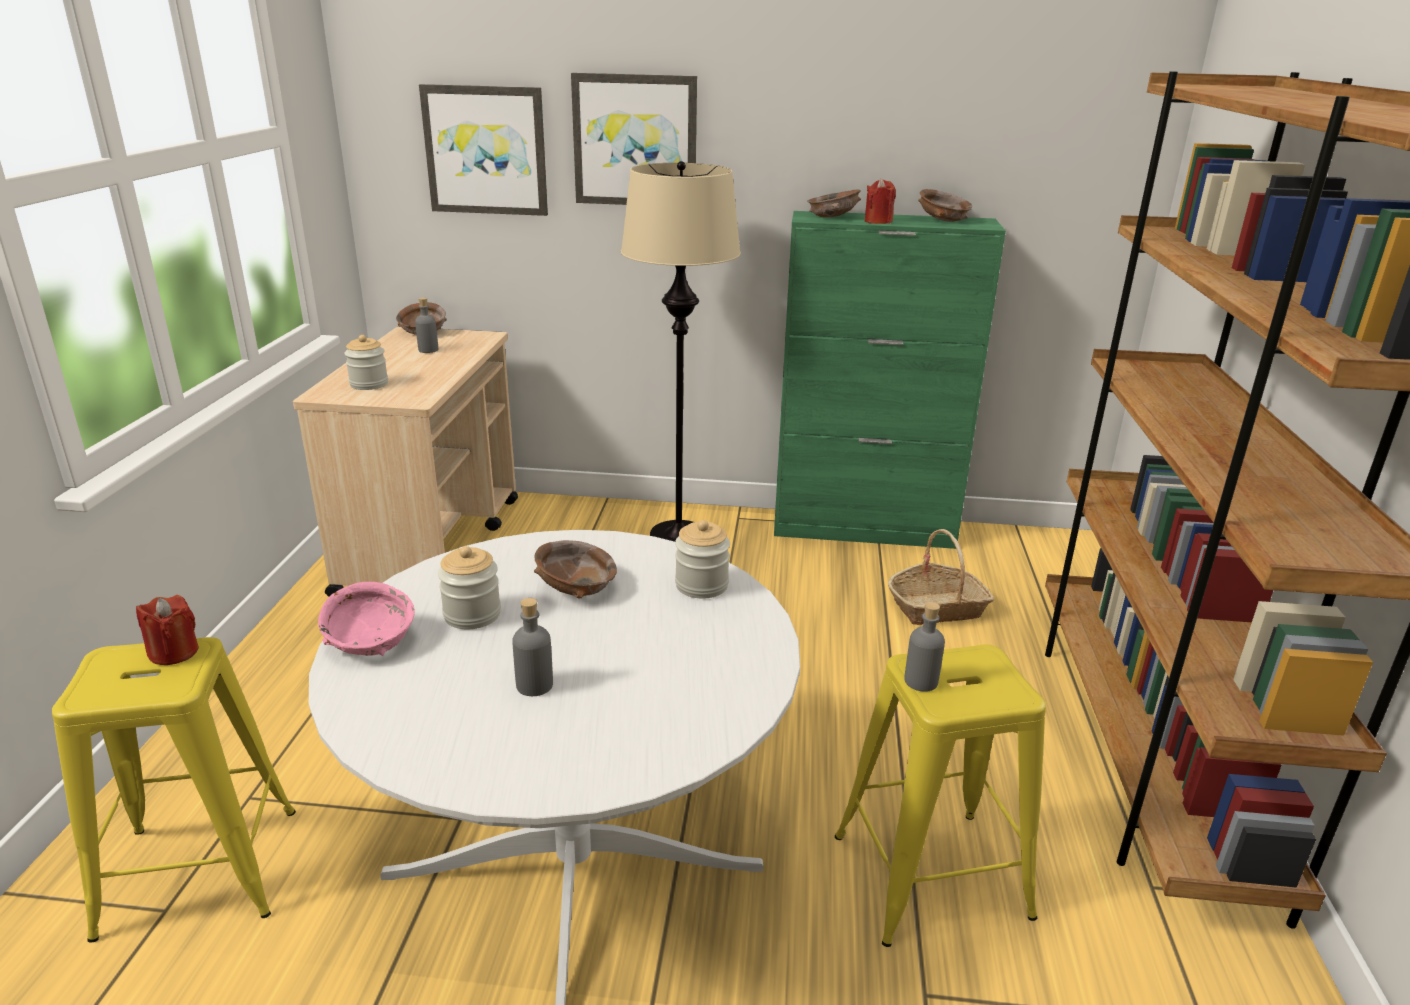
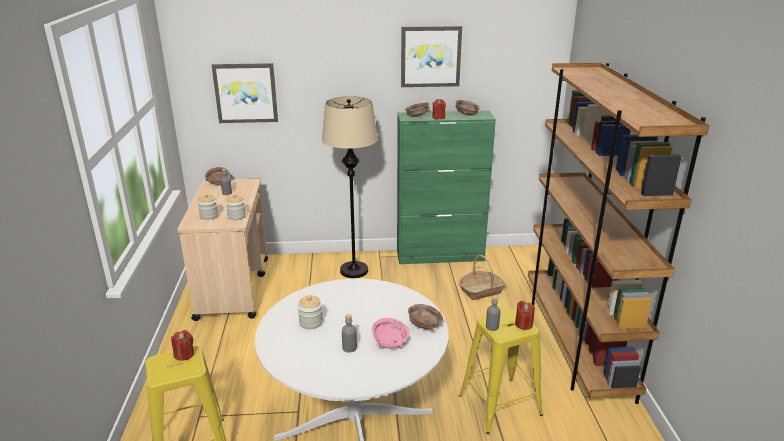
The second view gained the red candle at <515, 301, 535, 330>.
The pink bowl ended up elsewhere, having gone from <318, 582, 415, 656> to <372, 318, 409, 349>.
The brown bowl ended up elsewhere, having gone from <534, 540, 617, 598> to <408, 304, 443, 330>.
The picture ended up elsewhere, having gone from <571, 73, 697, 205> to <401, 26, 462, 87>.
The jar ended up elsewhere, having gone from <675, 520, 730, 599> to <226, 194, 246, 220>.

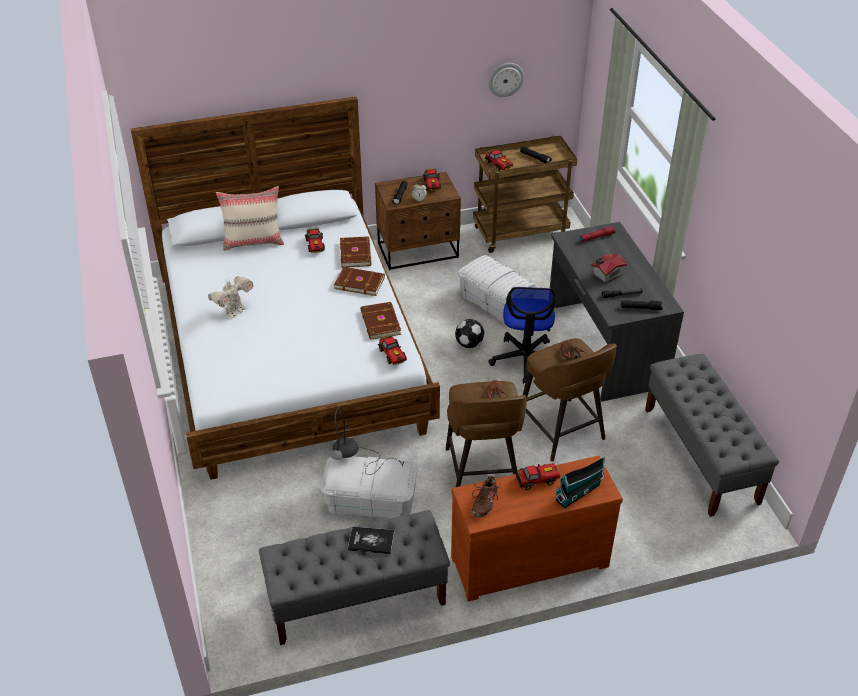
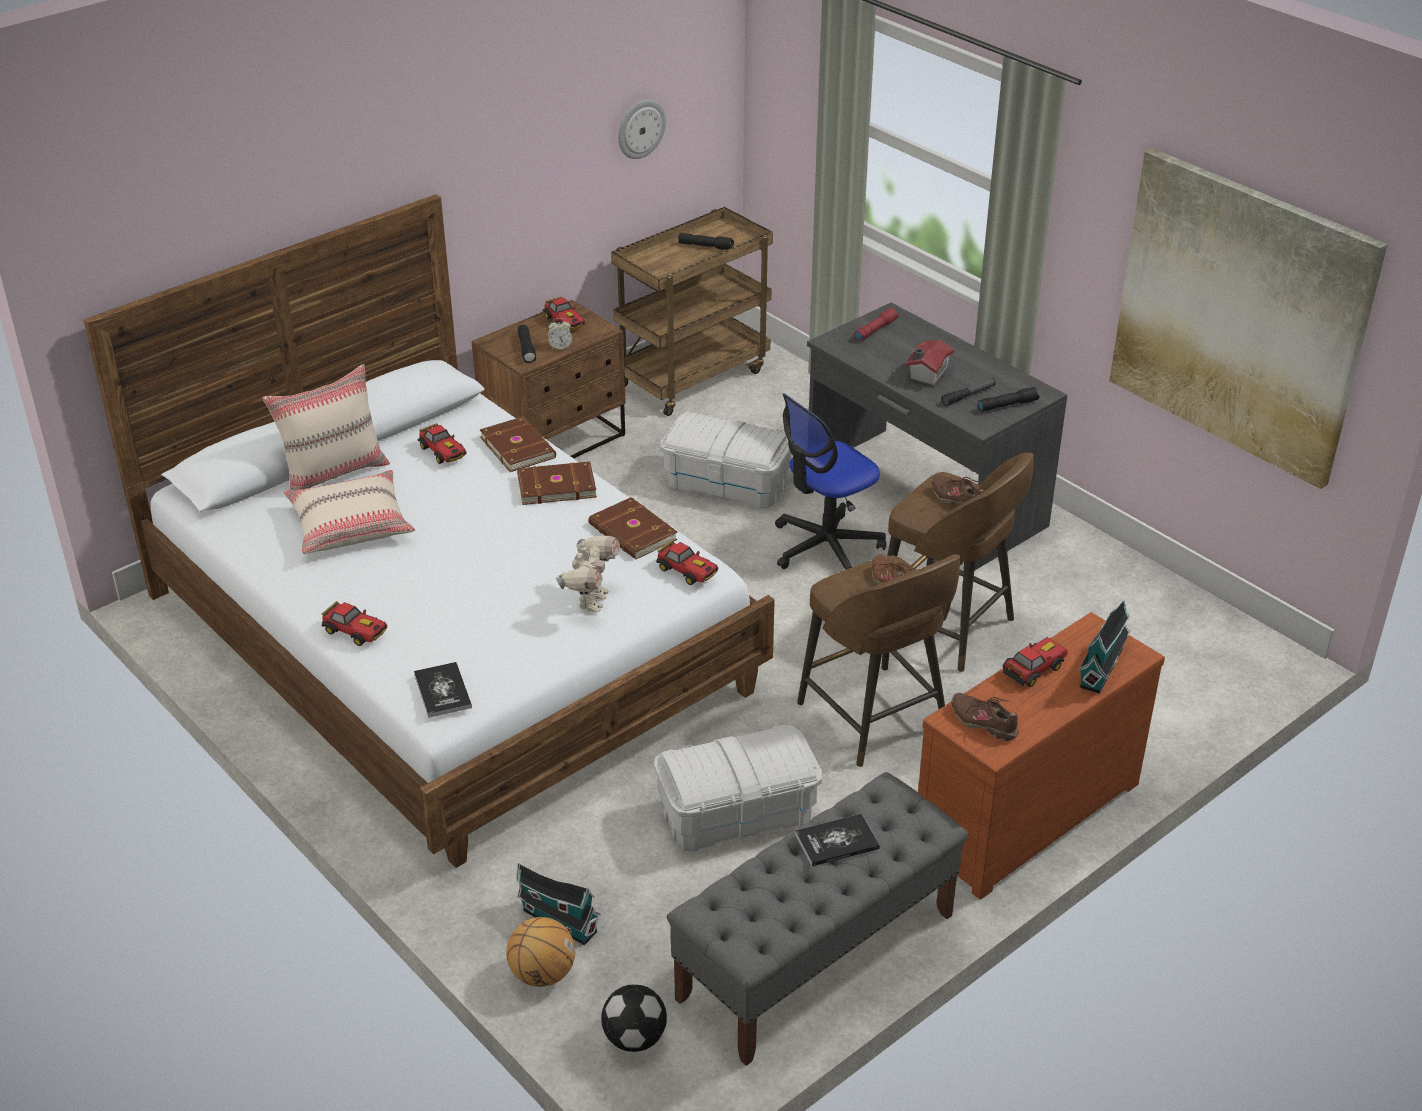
The second view lost the grey table lamp at <329, 406, 404, 475>.
The second view lost the grey bench at <645, 354, 779, 517>.
The second view gained the beige pillow at <284, 470, 415, 554>.
The second view gained the book at <414, 662, 472, 718>.
The second view gained the basketball at <506, 917, 575, 987>.
The second view gained the toy house at <517, 863, 601, 945>.
The second view gained the picture at <1109, 148, 1388, 489>.
The toy robot ended up elsewhere, having gone from <208, 276, 253, 318> to <556, 536, 620, 613>.
The football ended up elsewhere, having gone from <455, 319, 484, 348> to <601, 984, 667, 1052>.
The toy car ended up elsewhere, having gone from <485, 149, 513, 171> to <322, 601, 387, 646>.
The brown shoe at <471, 475, 500, 517> ended up facing another way, 135 degrees clockwise from before.
The office chair at <488, 287, 557, 384> ended up facing another way, 75 degrees clockwise from before.

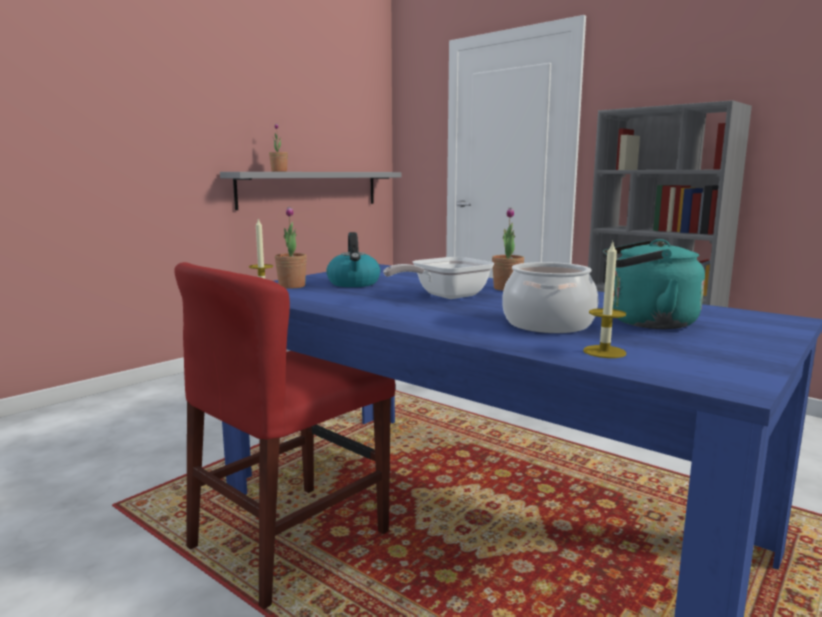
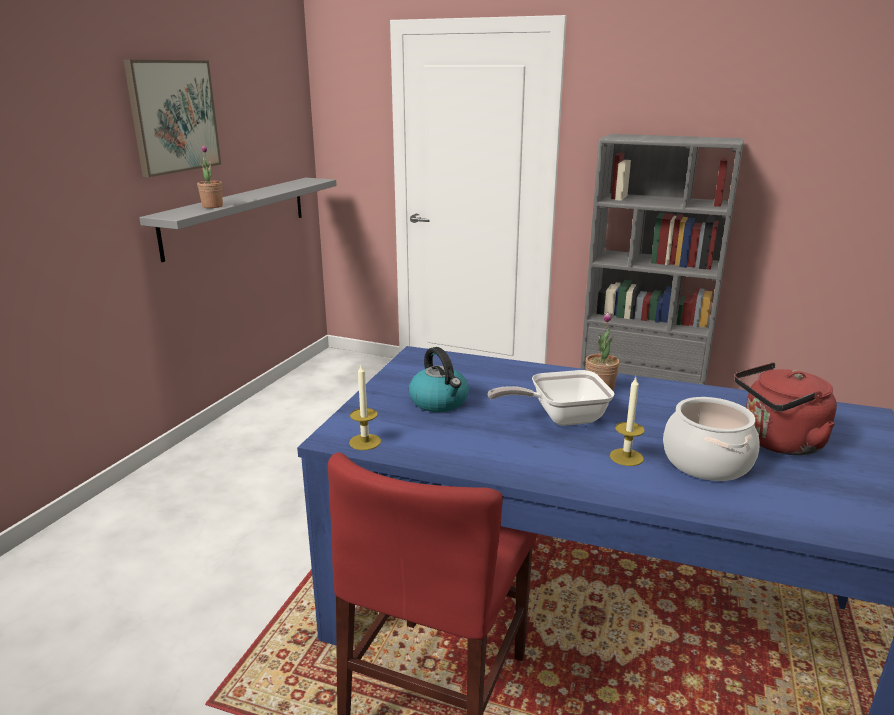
The second view lost the potted plant at <275, 207, 307, 288>.
The second view gained the picture at <123, 60, 221, 177>.
The candle ended up elsewhere, having gone from <583, 240, 626, 358> to <610, 377, 645, 466>.
What was the turquoise kettle at <603, 239, 705, 329> turned into the red kettle at <735, 363, 837, 455>.
The frying pan at <383, 257, 494, 299> ended up facing another way, 45 degrees clockwise from before.

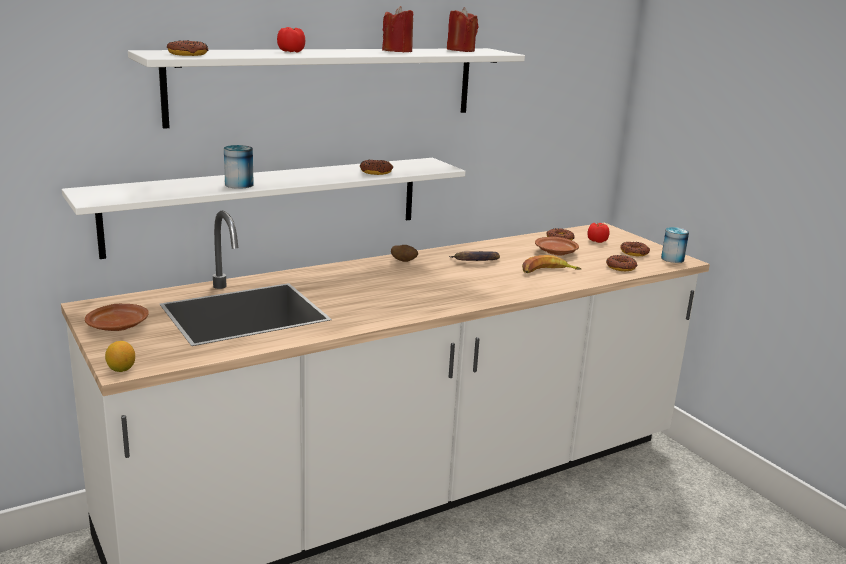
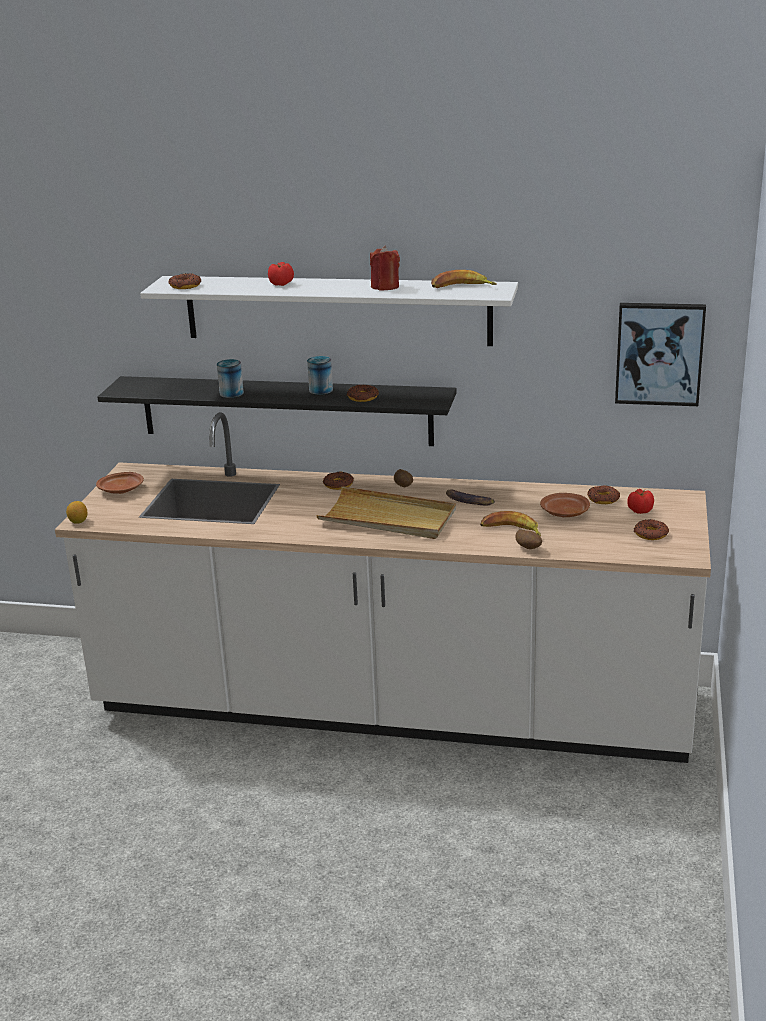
The second view gained the beige tray at <316, 486, 456, 539>.
The second view gained the potato at <515, 530, 542, 549>.
The second view gained the picture at <615, 303, 706, 406>.
The donut ended up elsewhere, having gone from <606, 255, 637, 271> to <323, 472, 354, 490>.
The can ended up elsewhere, having gone from <661, 227, 689, 263> to <307, 356, 333, 395>.
Where the red candle stood at <447, 7, 478, 52>, the banana came to stand at <431, 270, 497, 288>.
What was the white shelf at <62, 158, 465, 259> turned into the black shelf at <97, 376, 457, 446>.

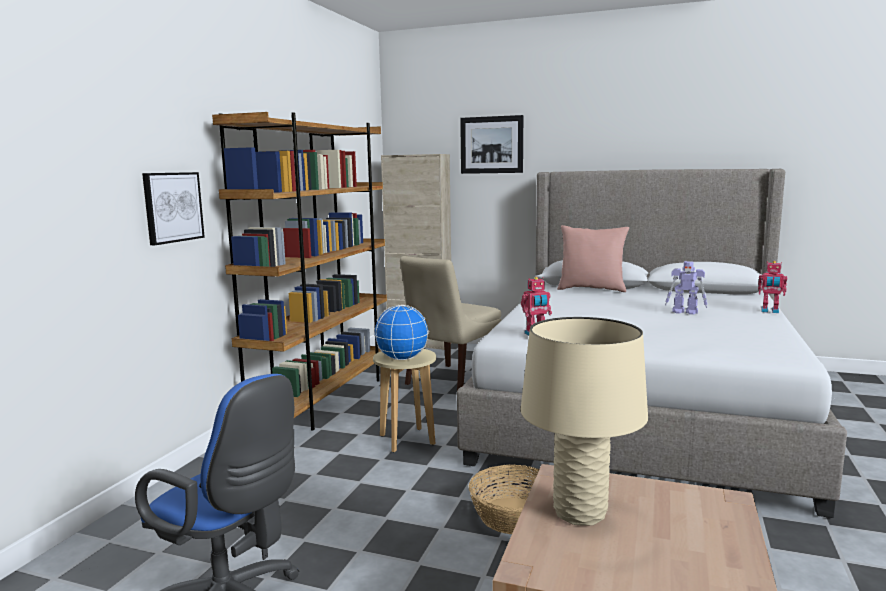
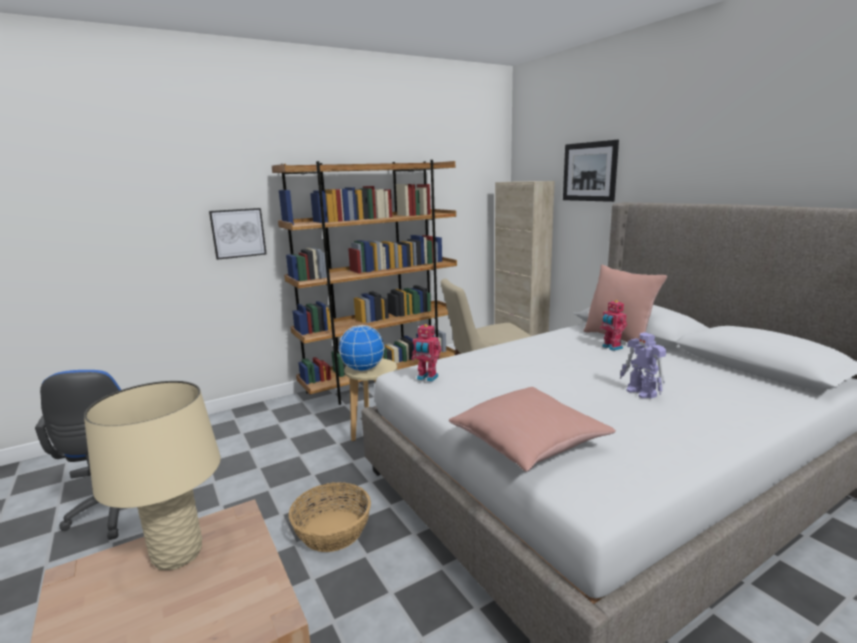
The second view gained the pink pillow at <449, 387, 616, 472>.
The toy robot ended up elsewhere, having gone from <758, 261, 787, 313> to <600, 300, 627, 351>.

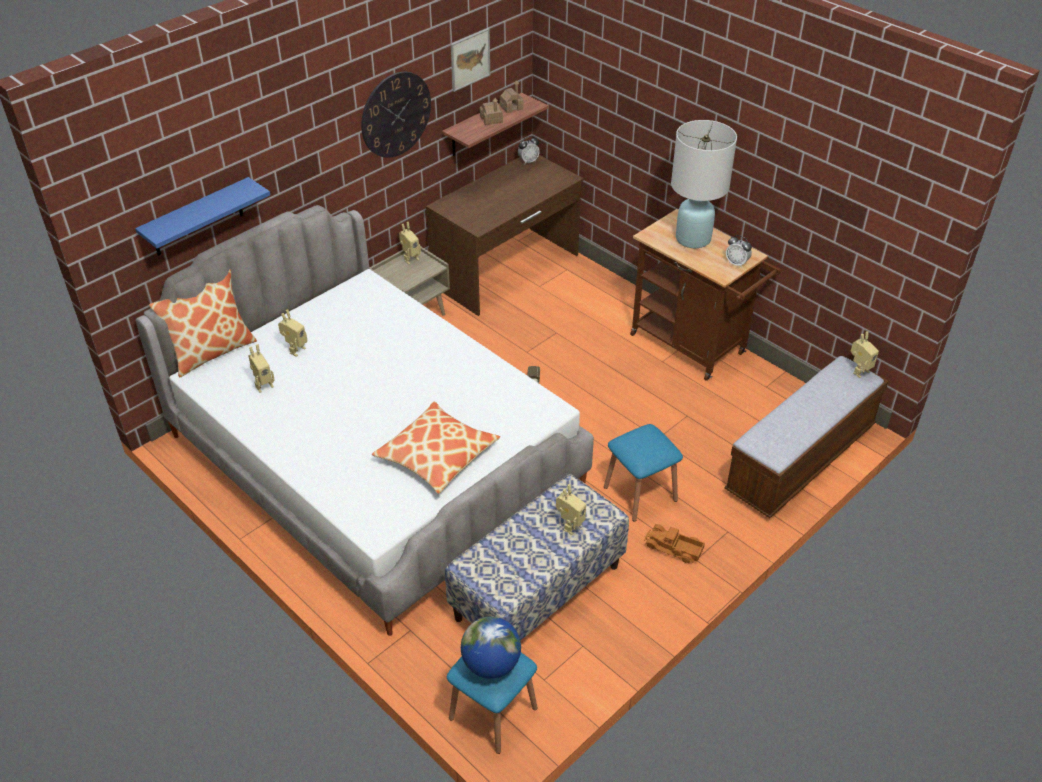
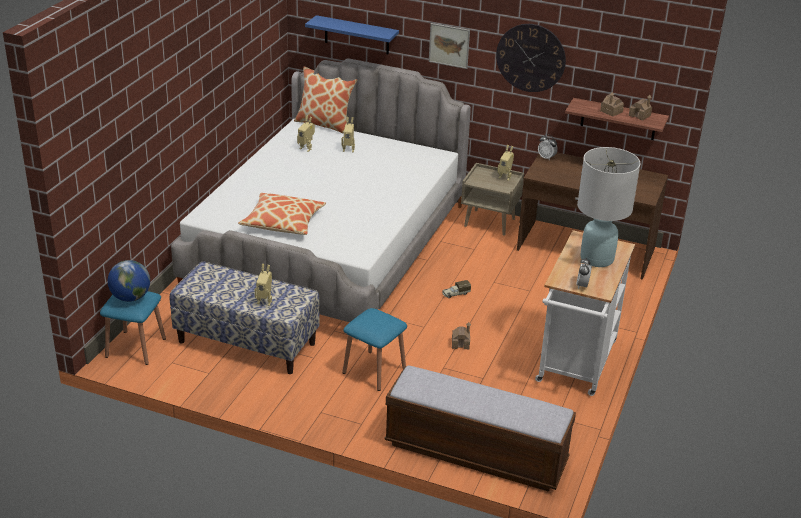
The second view lost the toy truck at <644, 524, 705, 563>.
The second view lost the toy robot at <851, 331, 879, 378>.
The second view gained the toy house at <452, 322, 471, 349>.
The picture ended up elsewhere, having gone from <451, 28, 490, 92> to <429, 23, 470, 69>.
The alarm clock ended up elsewhere, having gone from <518, 136, 540, 164> to <538, 134, 558, 161>.
What was the brown cart at <630, 209, 781, 381> turned into the white cart at <535, 230, 635, 396>.

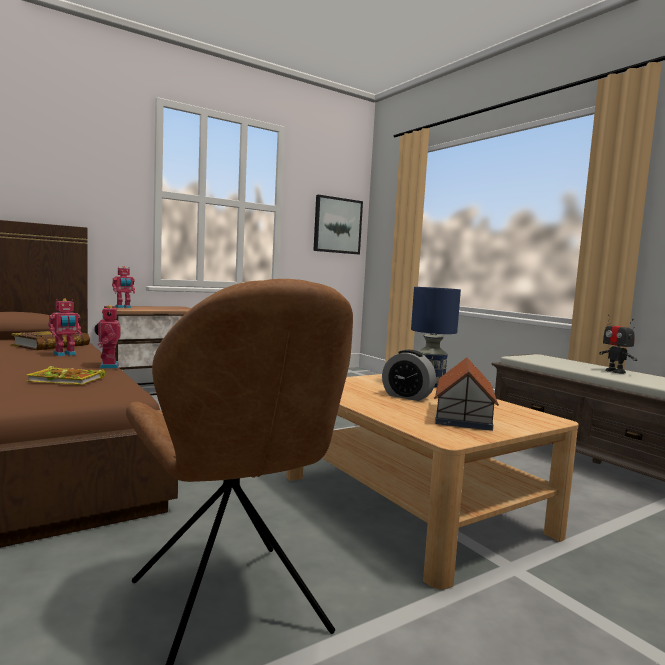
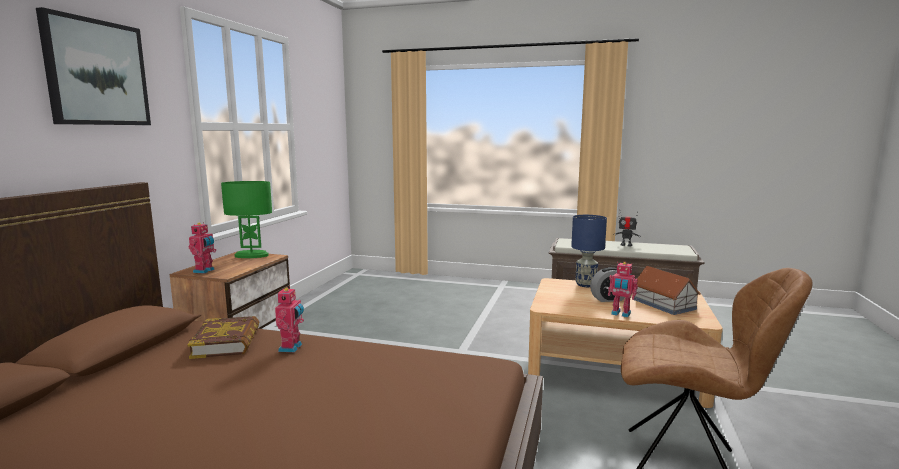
The second view lost the book at <26, 366, 105, 385>.
The second view gained the green table lamp at <221, 181, 272, 258>.
The toy robot ended up elsewhere, having gone from <95, 305, 120, 369> to <608, 262, 638, 317>.
The picture ended up elsewhere, having gone from <313, 195, 363, 254> to <36, 7, 151, 125>.

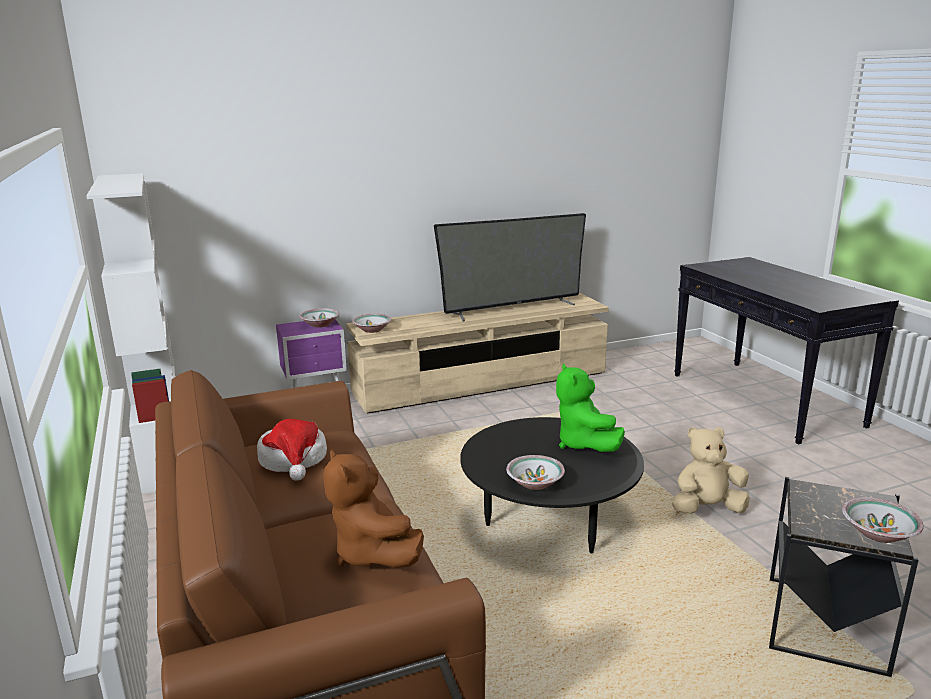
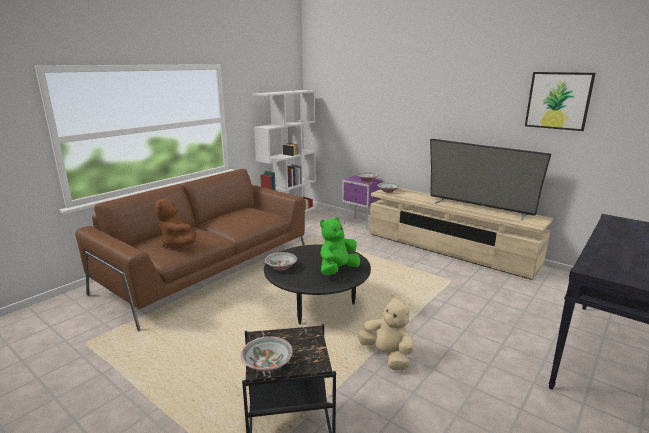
The second view lost the hat at <257, 419, 327, 481>.
The second view gained the picture at <525, 72, 596, 131>.
The brown plush toy at <323, 449, 424, 568> ended up facing another way, 60 degrees counterclockwise from before.

